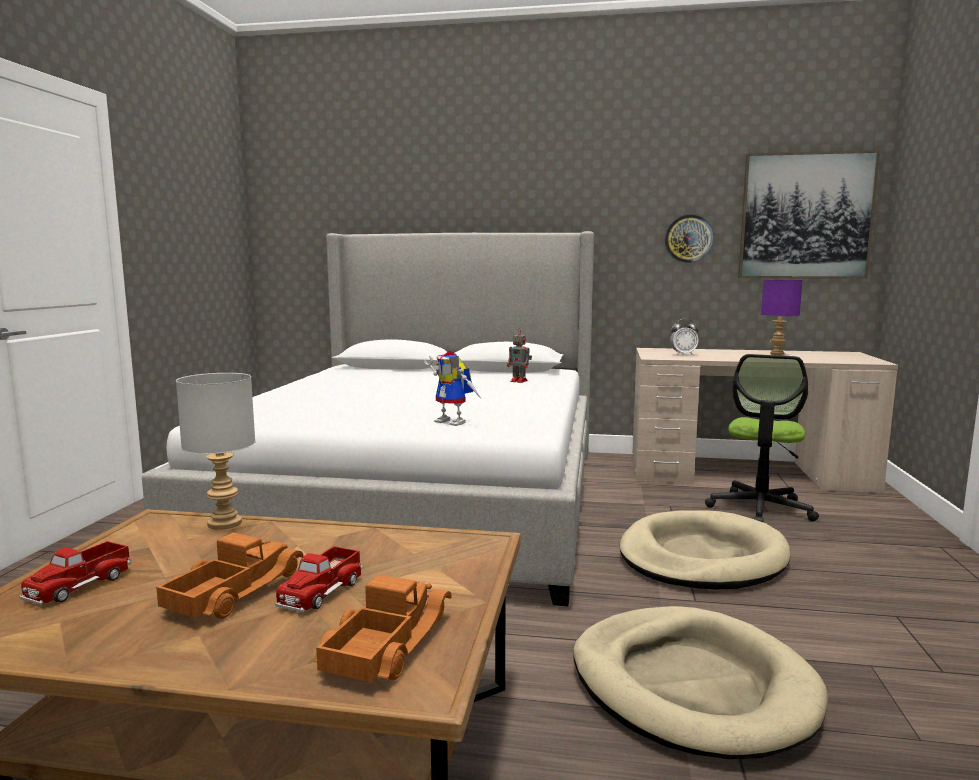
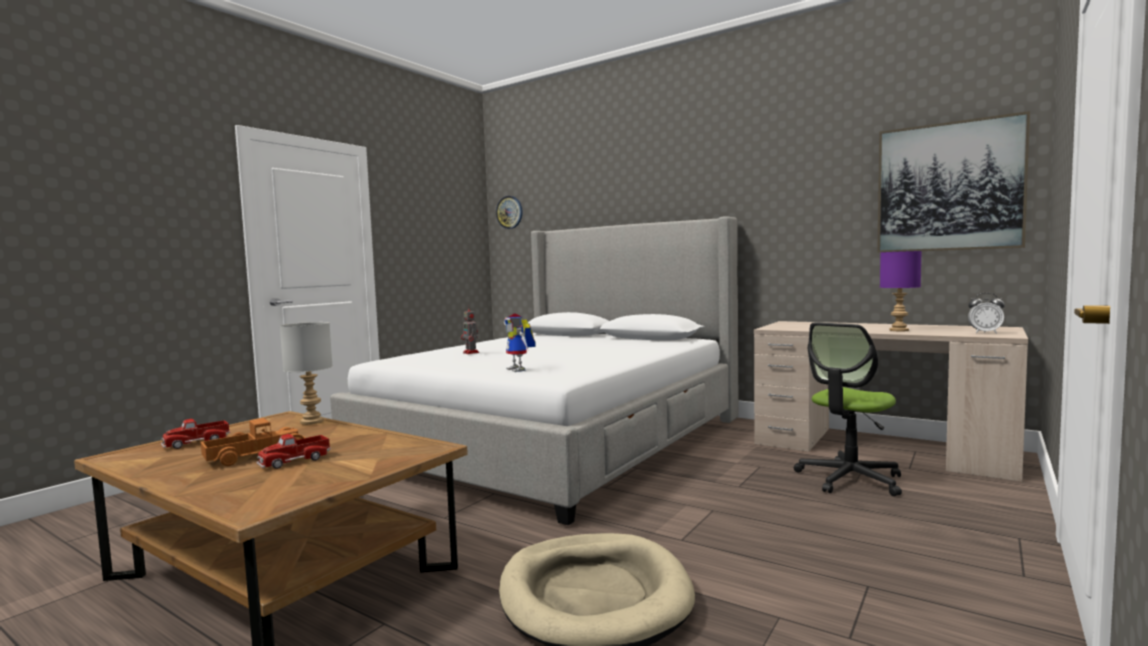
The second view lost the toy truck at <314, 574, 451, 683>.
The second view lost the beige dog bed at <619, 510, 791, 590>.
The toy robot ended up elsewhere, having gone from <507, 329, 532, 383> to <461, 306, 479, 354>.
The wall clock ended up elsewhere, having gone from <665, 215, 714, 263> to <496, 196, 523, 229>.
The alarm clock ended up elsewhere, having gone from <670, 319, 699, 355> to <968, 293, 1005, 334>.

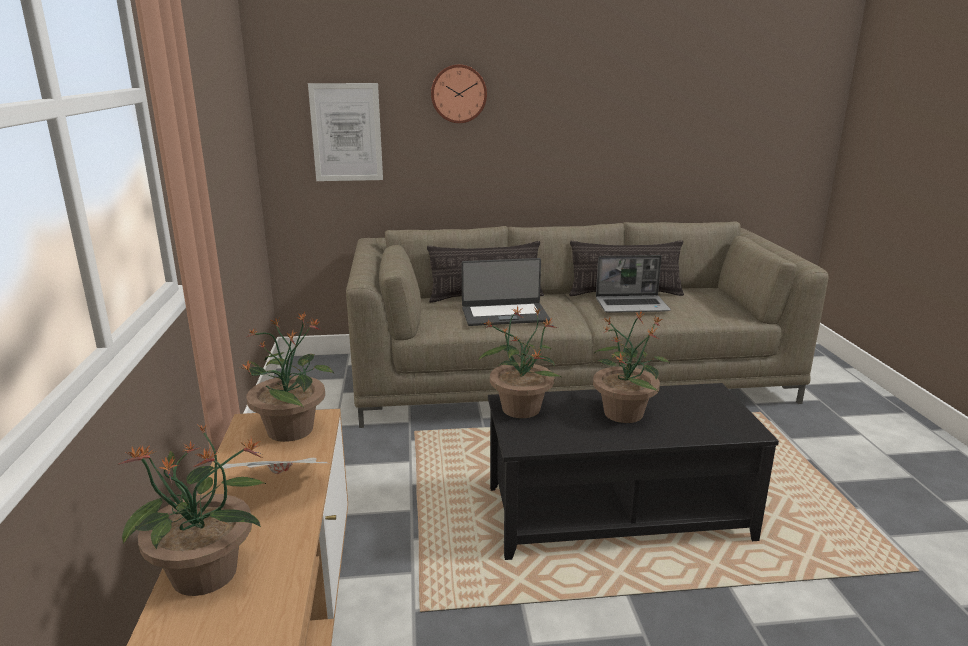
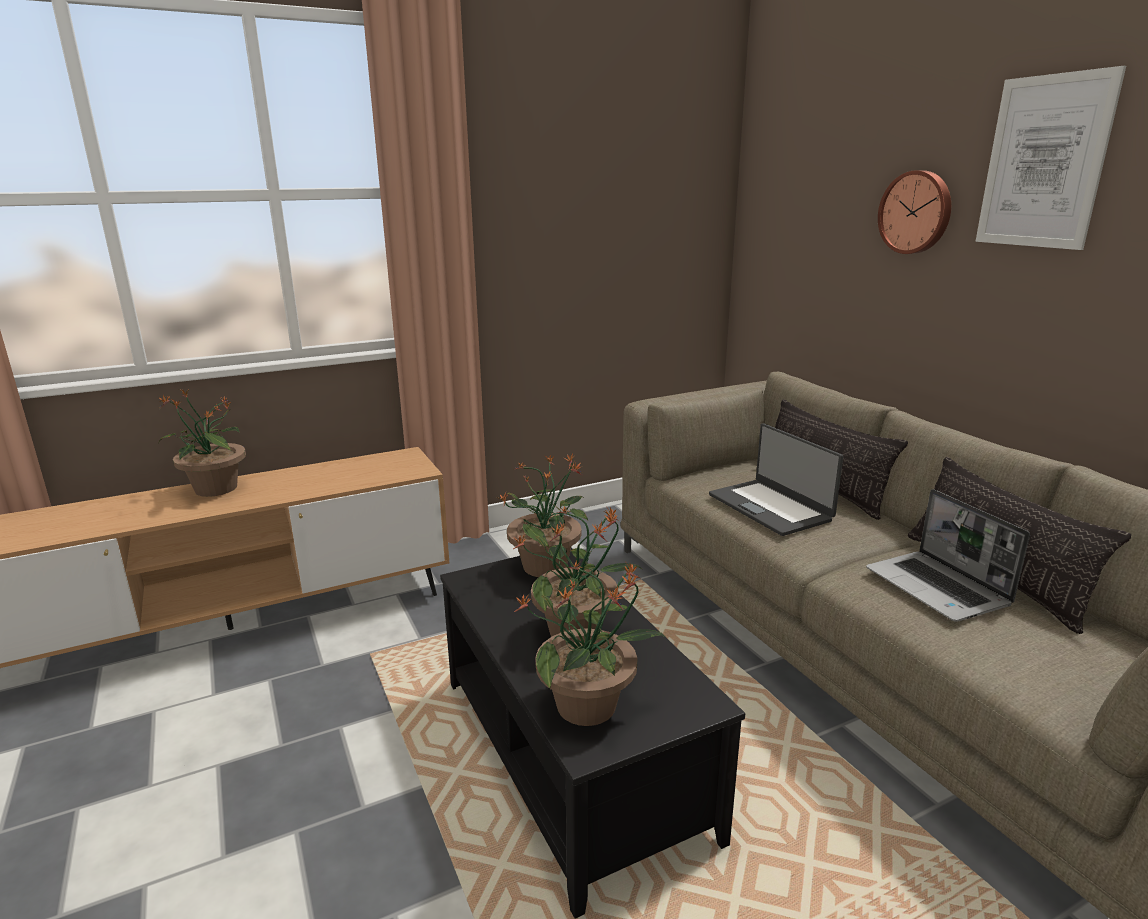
The second view lost the newspaper at <220, 458, 327, 474>.
The potted plant ended up elsewhere, having gone from <240, 311, 334, 442> to <514, 561, 666, 726>.
The picture ended up elsewhere, having gone from <308, 83, 383, 181> to <975, 66, 1126, 250>.

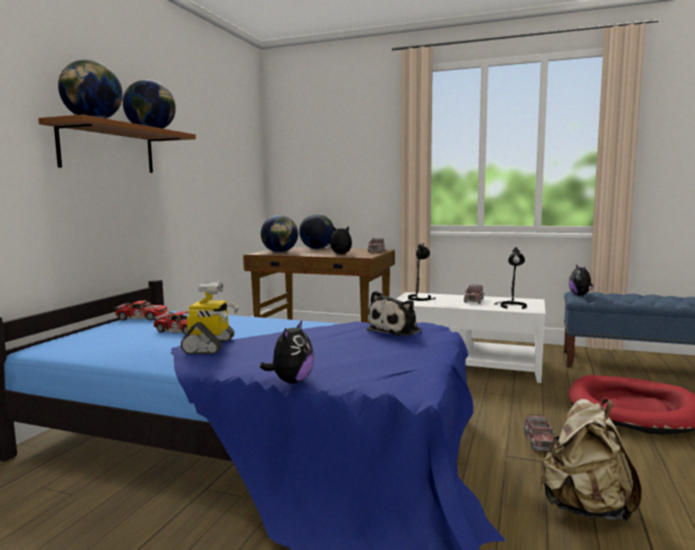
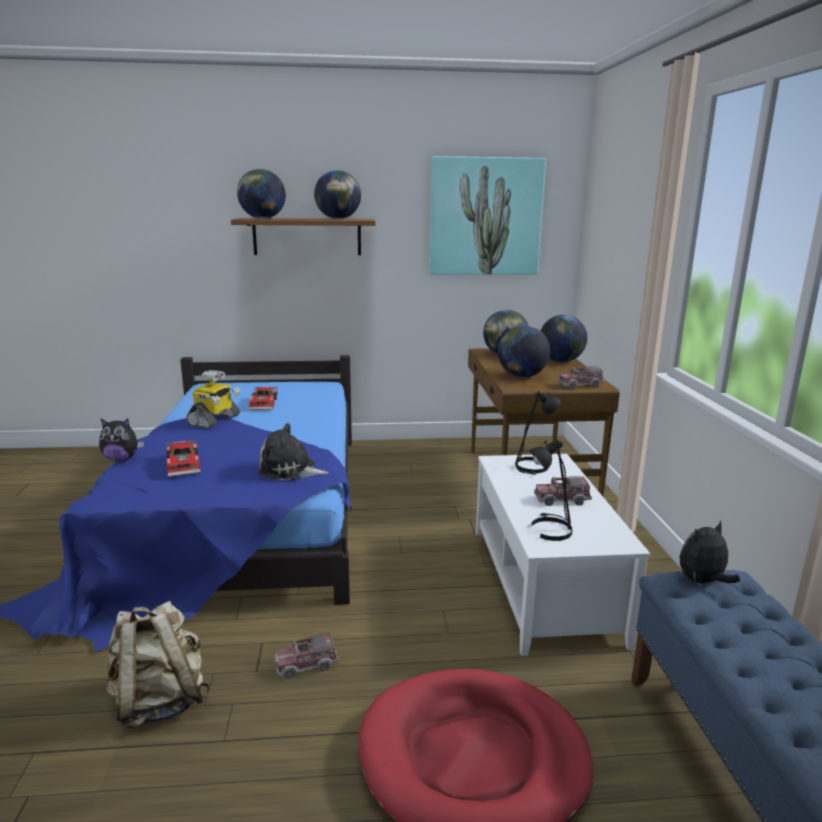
The second view gained the picture at <429, 156, 546, 275>.
The toy car ended up elsewhere, having gone from <113, 301, 170, 321> to <166, 439, 201, 477>.
Where the plush toy stood at <327, 226, 352, 254>, the globe came to stand at <498, 326, 550, 377>.
The toy robot at <180, 282, 239, 355> ended up facing another way, 45 degrees counterclockwise from before.

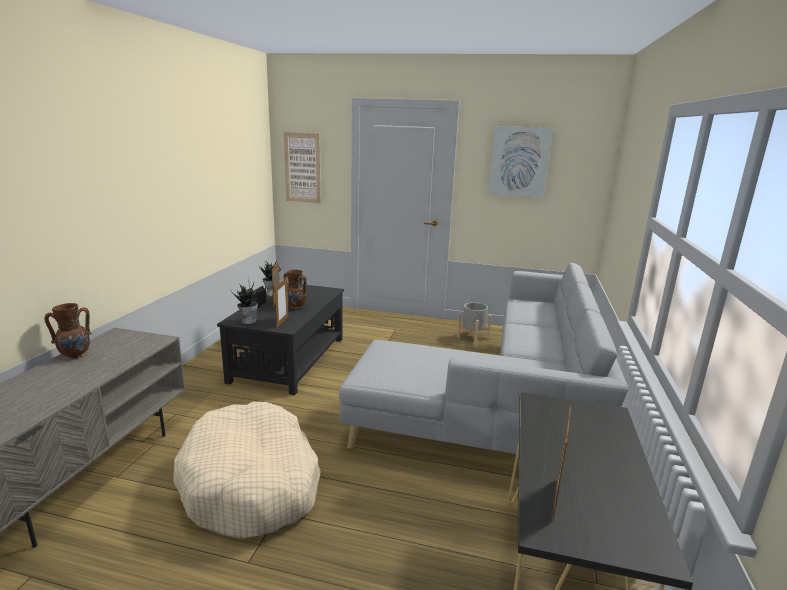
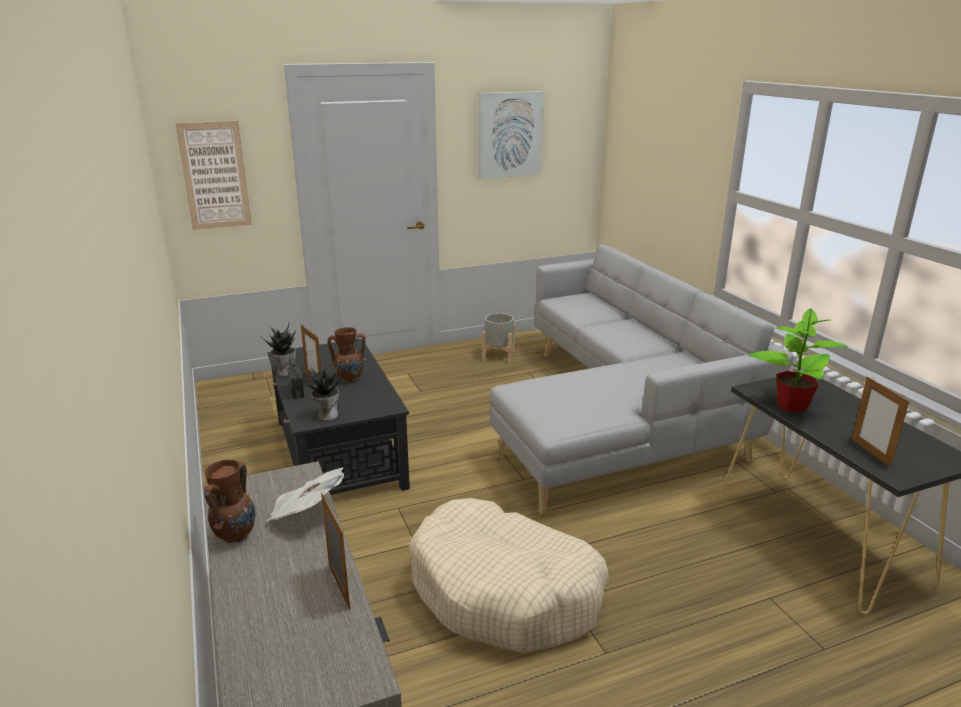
The second view gained the newspaper at <267, 467, 344, 521>.
The second view gained the potted plant at <748, 308, 848, 413>.
The picture frame ended up elsewhere, having gone from <275, 278, 289, 328> to <321, 493, 350, 610>.

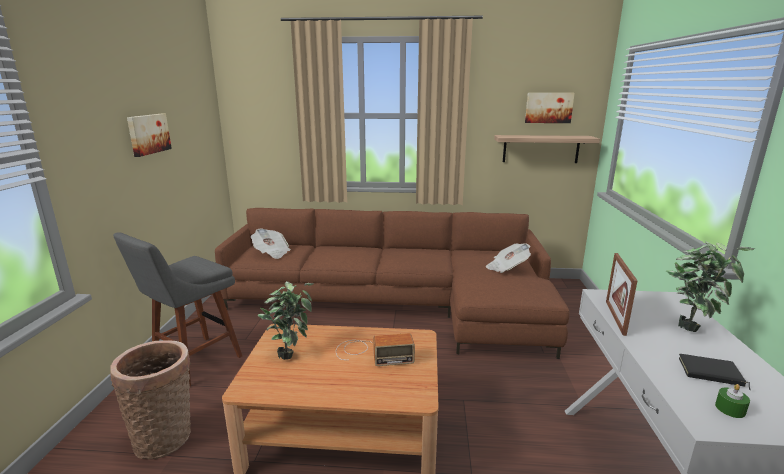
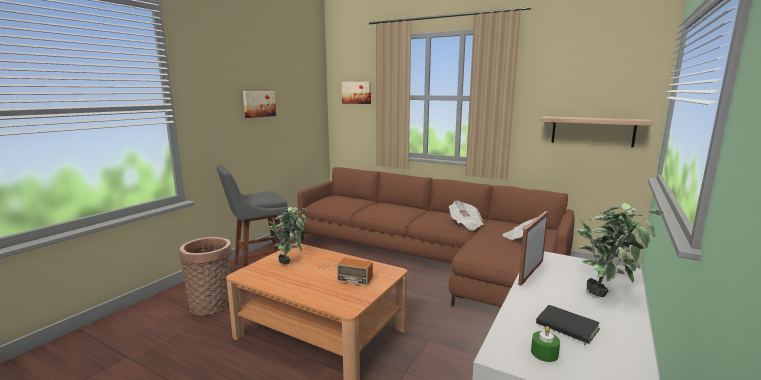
The newspaper ended up elsewhere, having gone from <251, 228, 291, 259> to <449, 201, 484, 231>.
The picture ended up elsewhere, having gone from <525, 93, 575, 123> to <342, 82, 371, 104>.

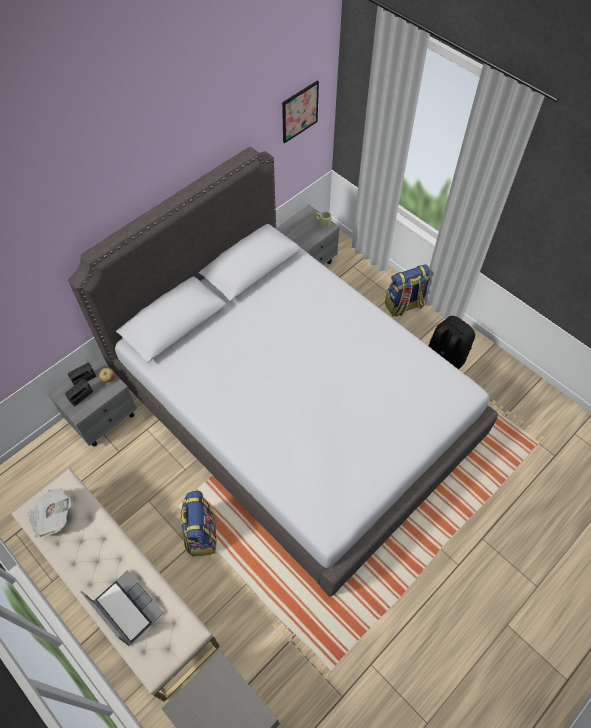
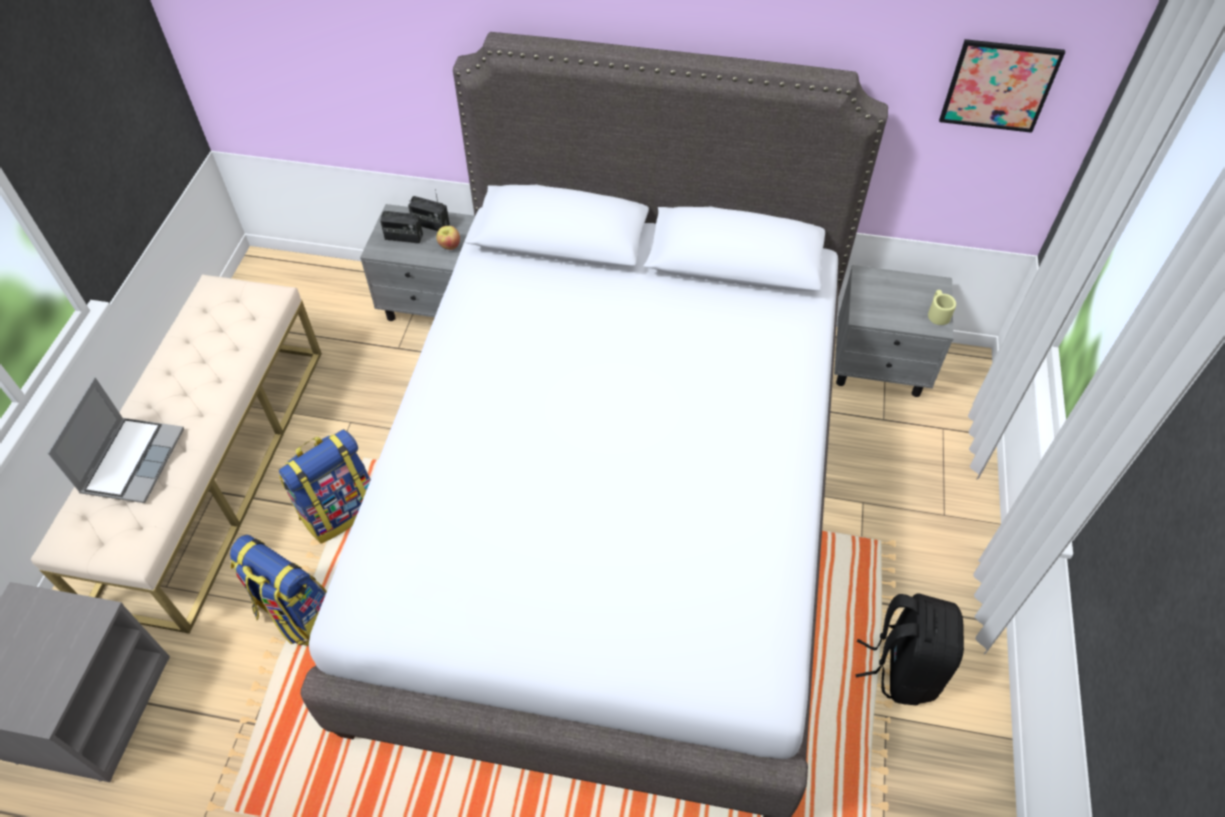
The second view lost the newspaper at <27, 488, 71, 538>.
The backpack ended up elsewhere, having gone from <385, 265, 430, 316> to <230, 535, 327, 645>.

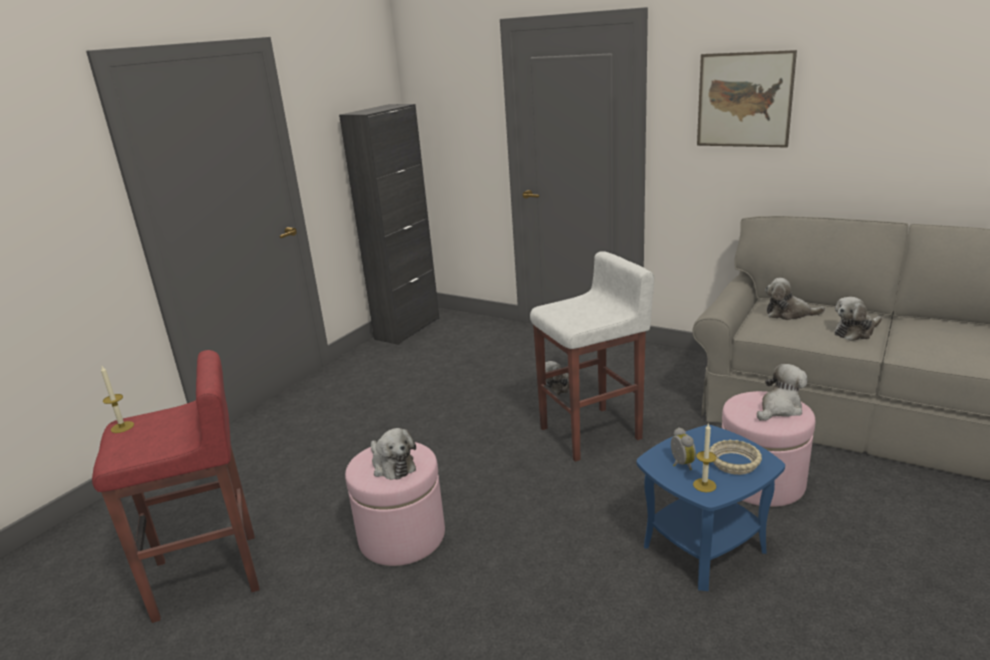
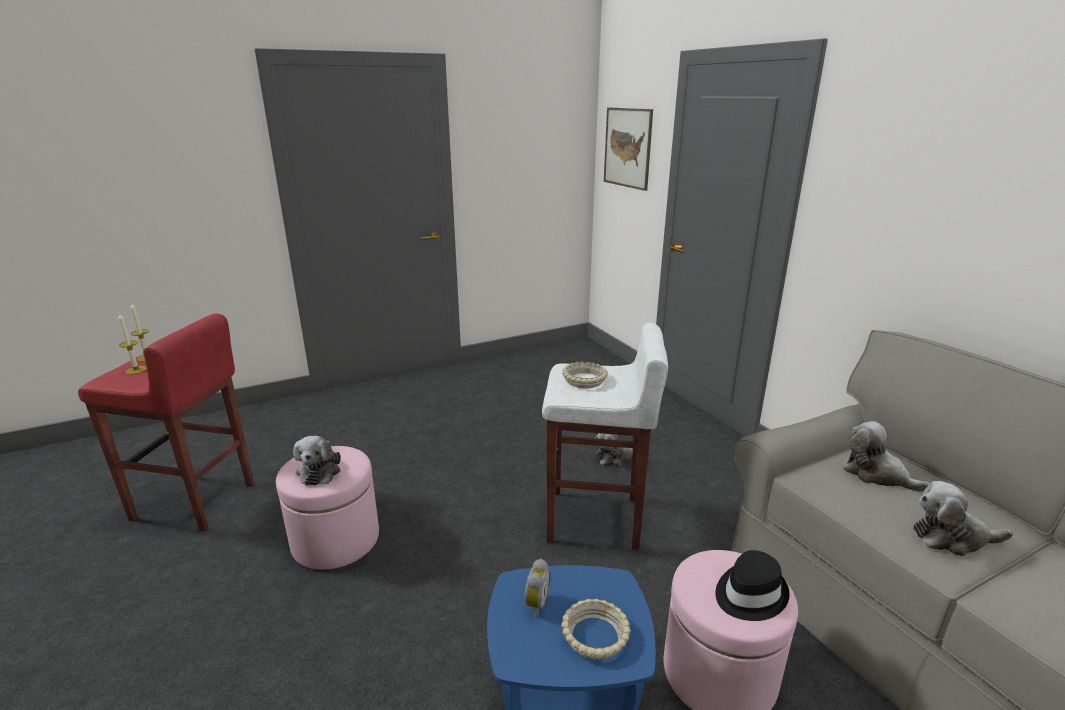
The second view lost the black cabinet at <339, 104, 440, 345>.
The second view gained the beige bowl at <562, 362, 608, 388>.
The candle ended up elsewhere, having gone from <693, 423, 716, 492> to <118, 313, 147, 374>.
The picture ended up elsewhere, having gone from <697, 50, 797, 147> to <604, 108, 653, 191>.
Where the plush toy stood at <757, 364, 807, 421>, the black hat came to stand at <715, 550, 790, 621>.

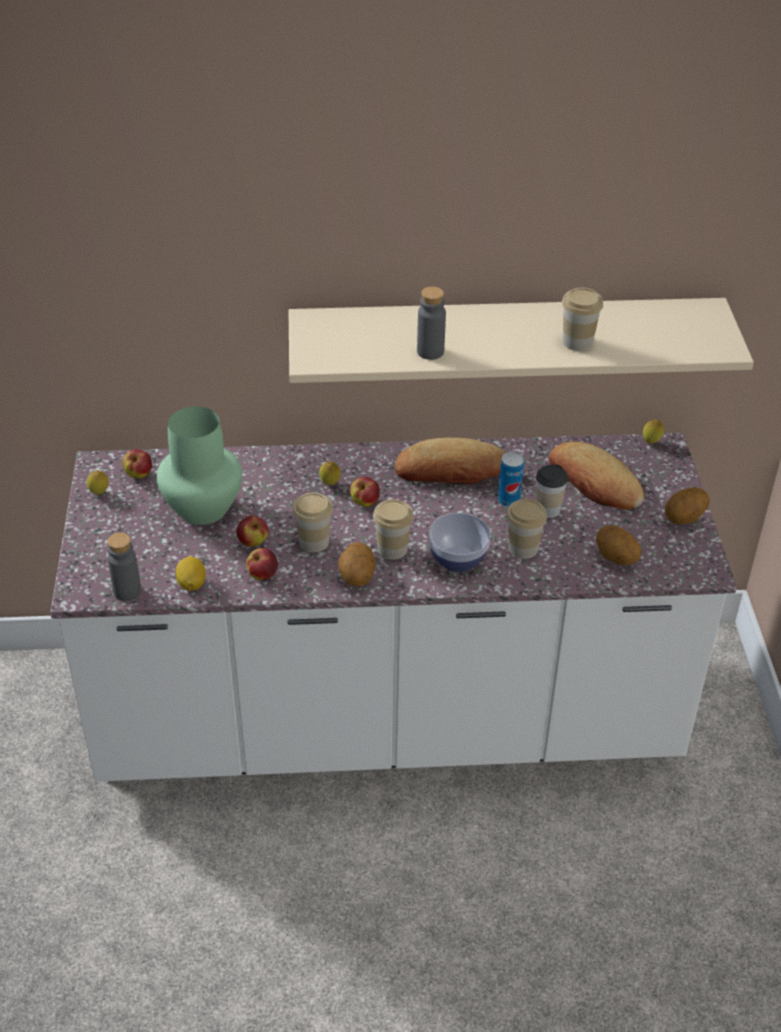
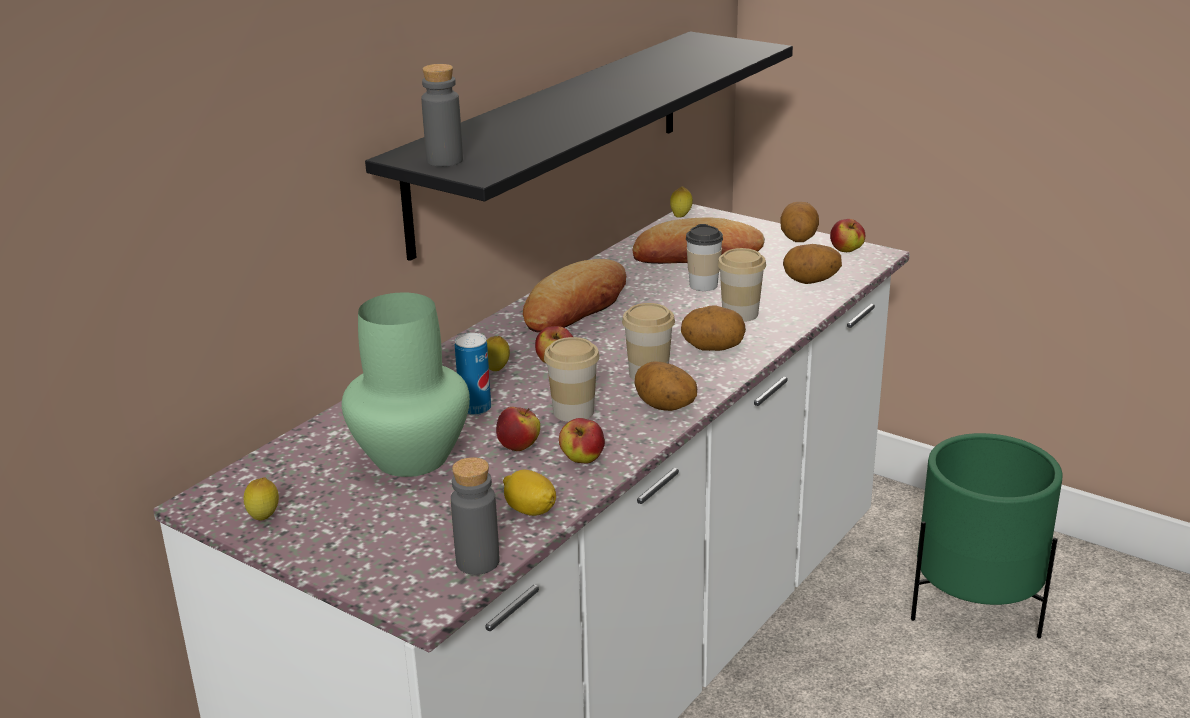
The second view lost the cup at <562, 288, 603, 351>.
The second view gained the green planter at <911, 433, 1063, 639>.
The apple ended up elsewhere, having gone from <122, 449, 152, 479> to <830, 219, 865, 252>.
The grey bottle ended up elsewhere, having gone from <417, 287, 446, 360> to <421, 64, 463, 167>.
The can ended up elsewhere, having gone from <498, 452, 524, 507> to <455, 333, 491, 416>.
Where the bowl stood at <429, 513, 491, 572>, the potato came to stand at <681, 305, 746, 351>.
What was the beige shelf at <289, 298, 754, 383> turned into the black shelf at <365, 32, 793, 261>.

